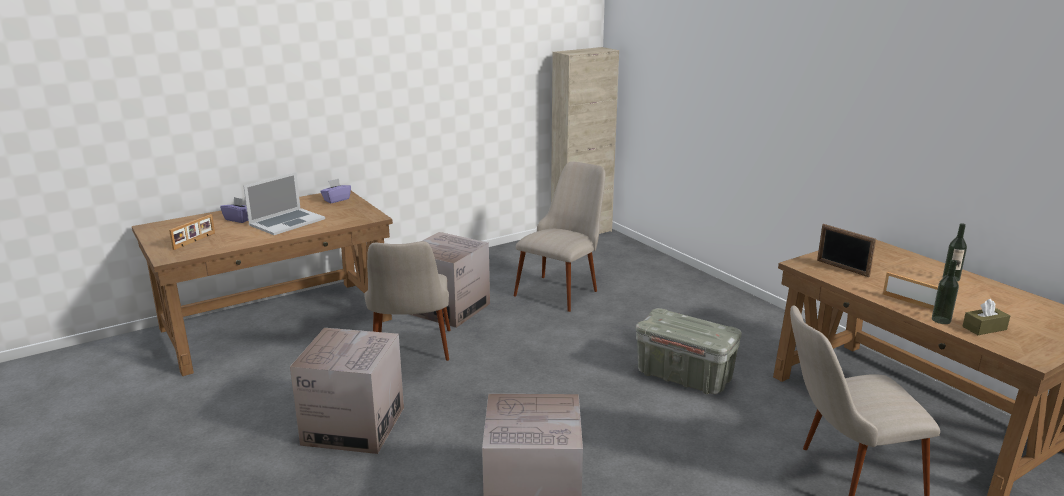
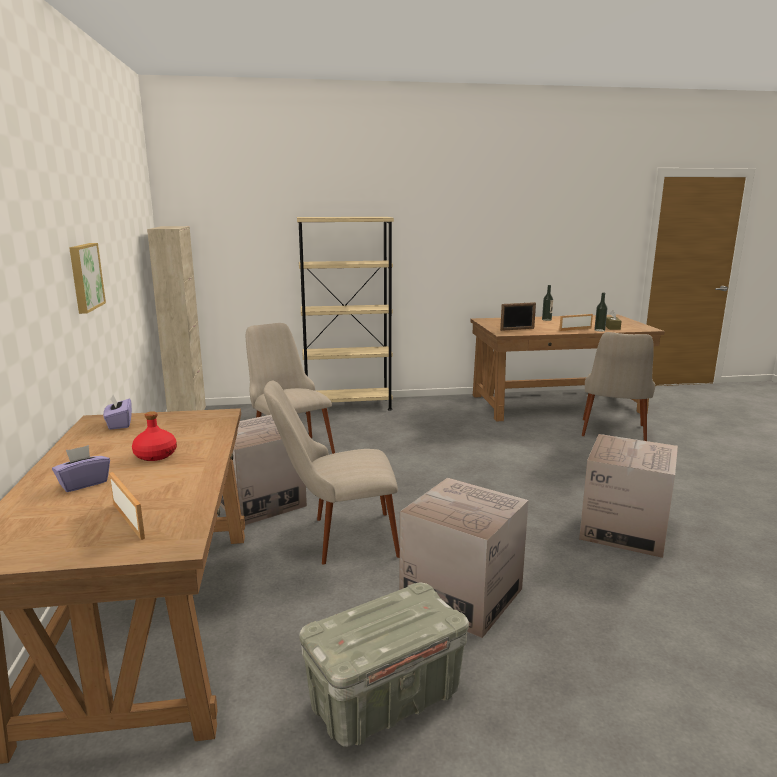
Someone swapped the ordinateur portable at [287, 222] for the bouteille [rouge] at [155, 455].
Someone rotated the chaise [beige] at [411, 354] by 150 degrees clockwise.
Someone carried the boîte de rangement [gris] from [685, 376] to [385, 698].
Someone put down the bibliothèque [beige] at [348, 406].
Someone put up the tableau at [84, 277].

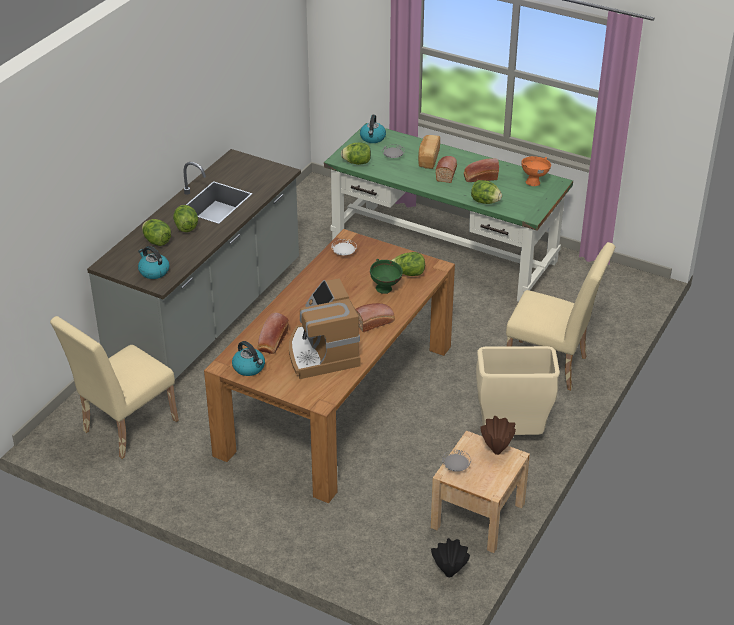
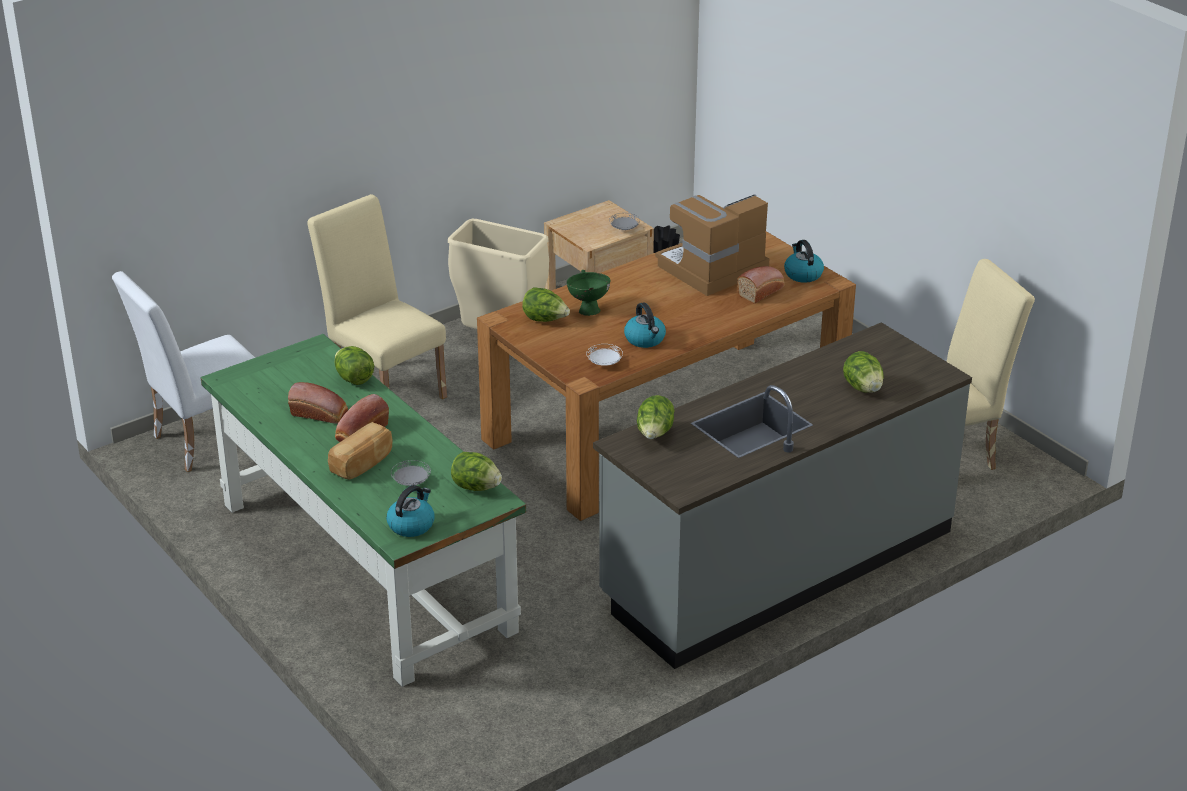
Someone took away the bol [orange] at [534, 182].
Someone carried the laitue from [186, 226] to [655, 435].
Someone carried the bouilloire from [153, 271] to [645, 339].
Someone rotated the machine à café at [321, 352] by 135 degrees counterclockwise.
Someone took away the pain at [375, 322].
Someone took away the vase [marron] at [497, 451].
Someone put down the chaise [blanc] at [204, 441].

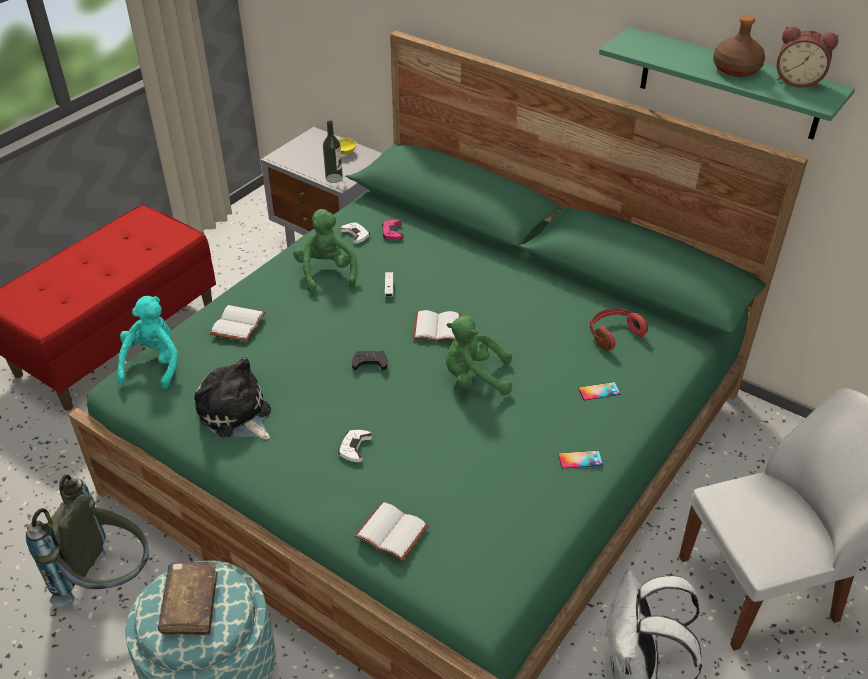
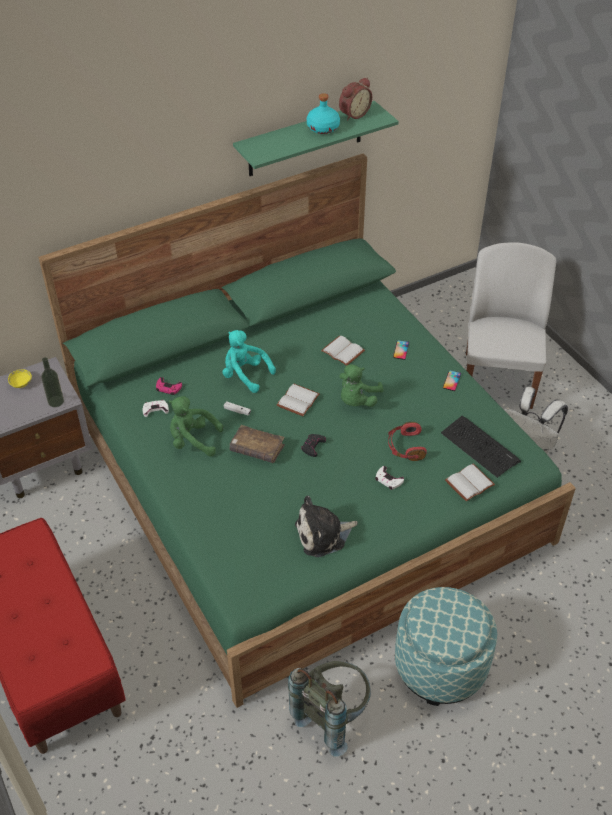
Someone repainted the bouteille [marron] at [735, 69], which became the bouteille [turquoise] at [323, 128].
Someone carried the peluche [turquoise] from [154, 363] to [245, 375].
Someone carried the livre [blanc] from [239, 325] to [344, 351].
Someone carried the casque audio [rouge] from [613, 334] to [405, 447].
Someone carried the livre [marron] from [190, 604] to [257, 449].
Someone put down the clavier at [480, 446].

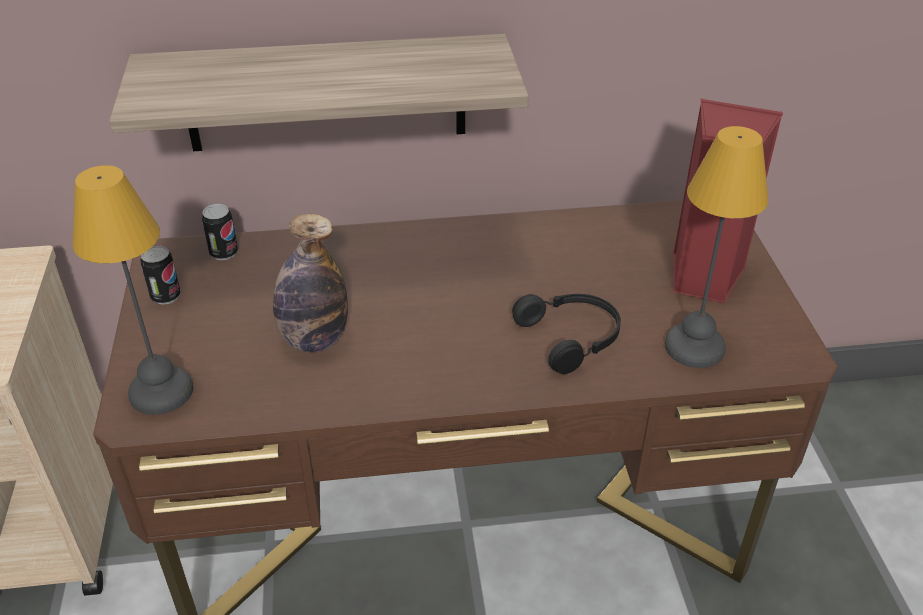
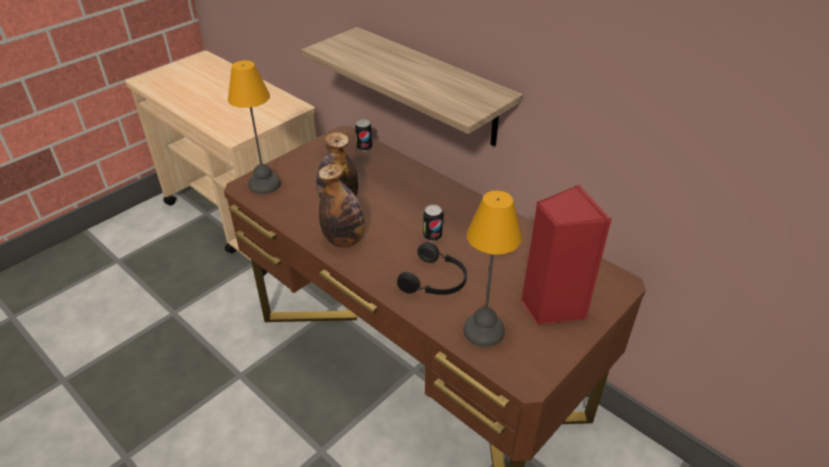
Someone carried the boîte métallique from [166, 296] to [432, 236].
Someone put down the bouteille at [344, 240].

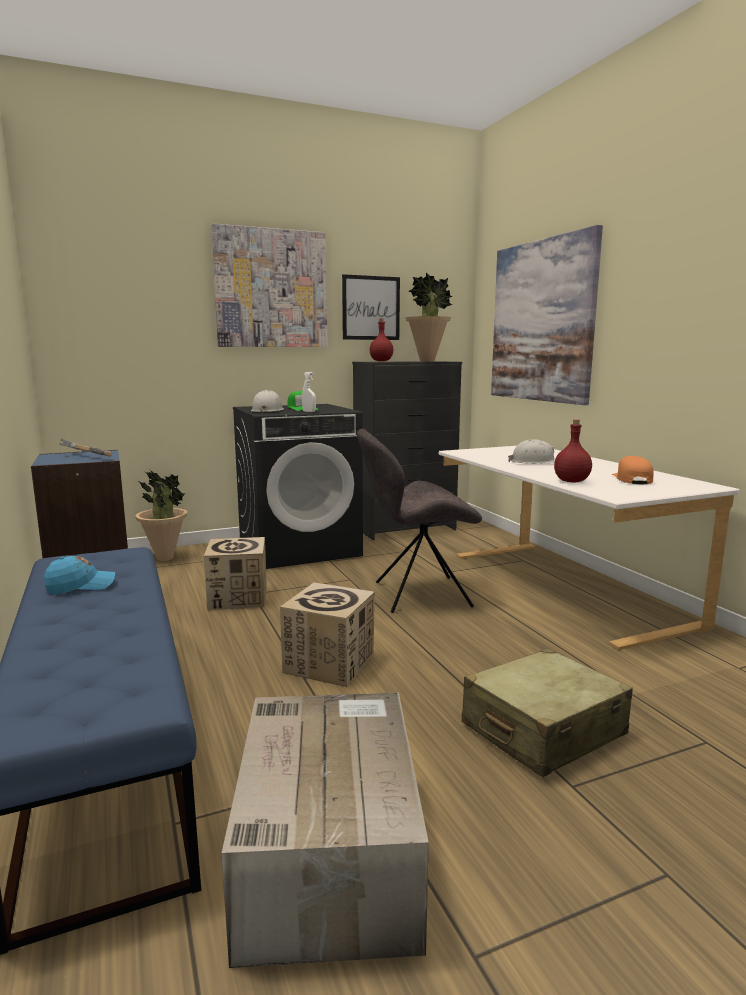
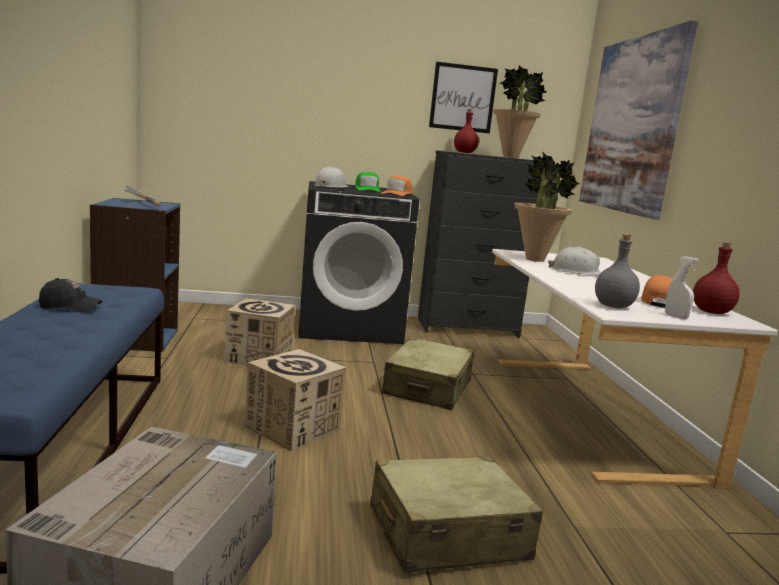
Someone took away the tableau at [271, 289].
Someone carried the vaporisateur [blanc] from [309, 411] to [676, 316].
Someone carried the bouteille [rouge] from [572, 481] to [712, 312].
Someone swapped the chaise [gris] at [417, 594] for the valise [beige] at [428, 388].
Someone carried the plante en pot from [165, 558] to [535, 260].
Someone repainted the casquette [bleu] at [81, 586], which became the casquette [noir] at [70, 307].
Someone put down the casquette [orange] at [397, 194].
Someone put down the bouteille [gris] at [613, 306].

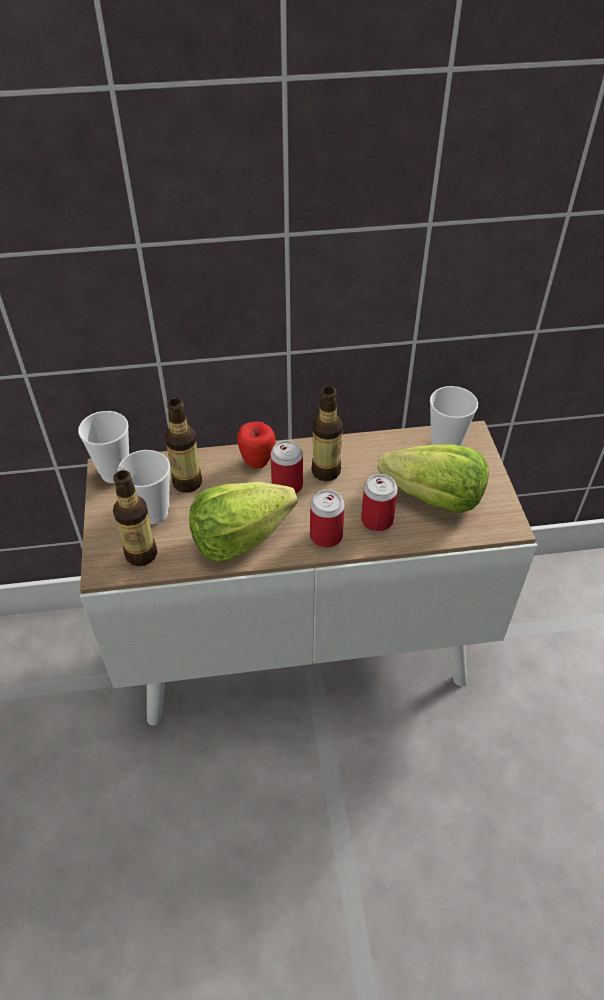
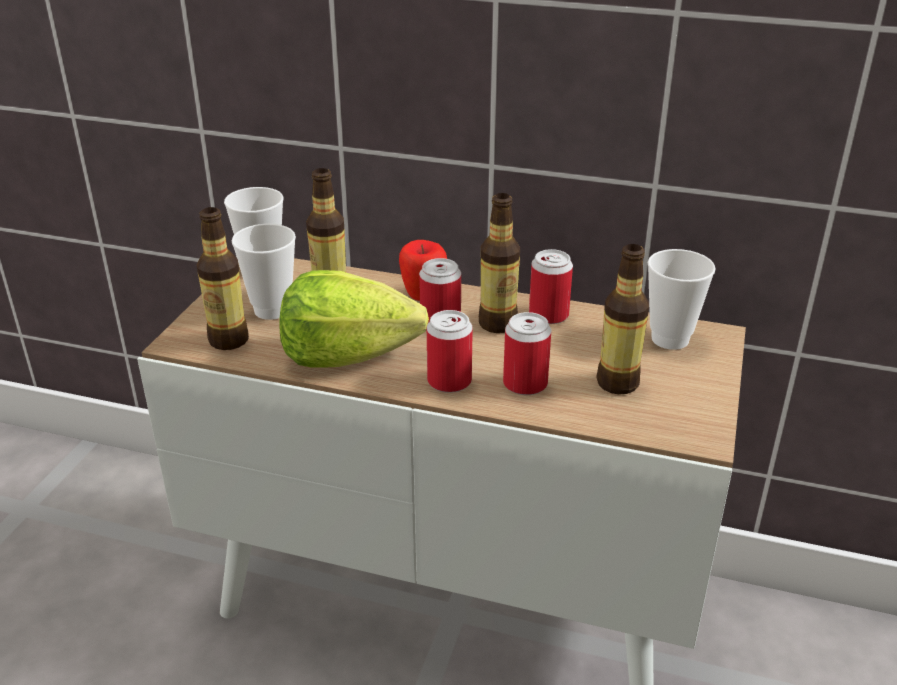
Someone swapped the laitue at [434, 498] for the bouteille at [617, 383].
Someone put down the boîte métallique at [548, 315].

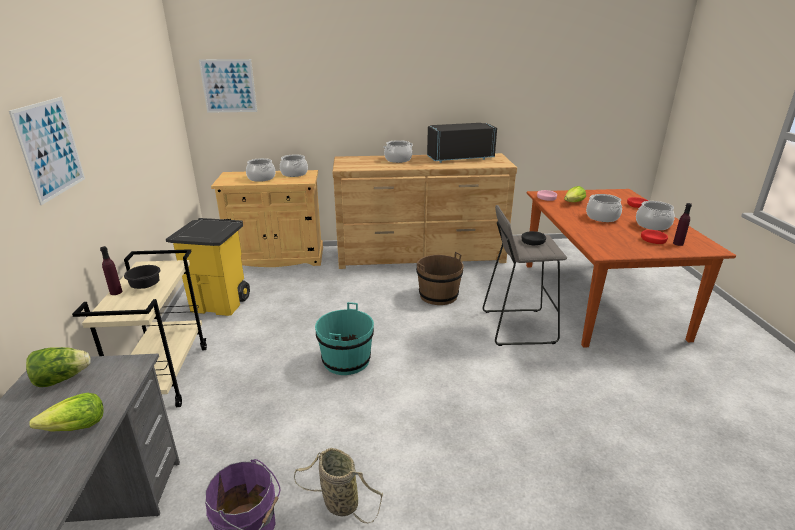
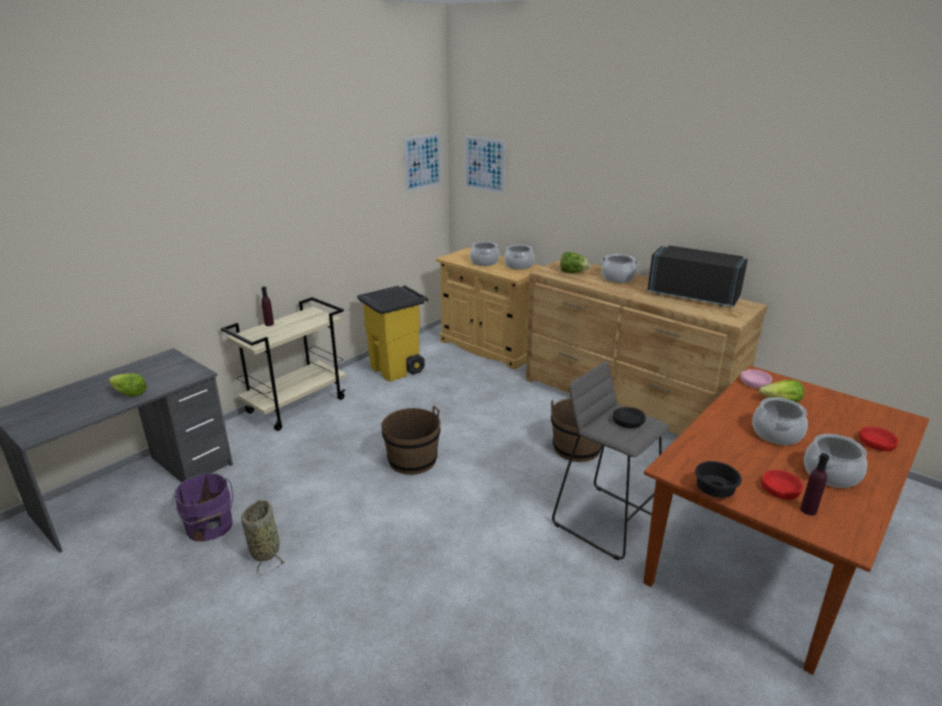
Someone carried the tableau from [50, 148] to [423, 162].
Someone carried the bol [noir] from [144, 286] to [713, 490].
Someone repainted the seau [turquoise] at [346, 360], which became the seau [marron] at [412, 460].
Someone carried the laitue from [62, 379] to [573, 272].

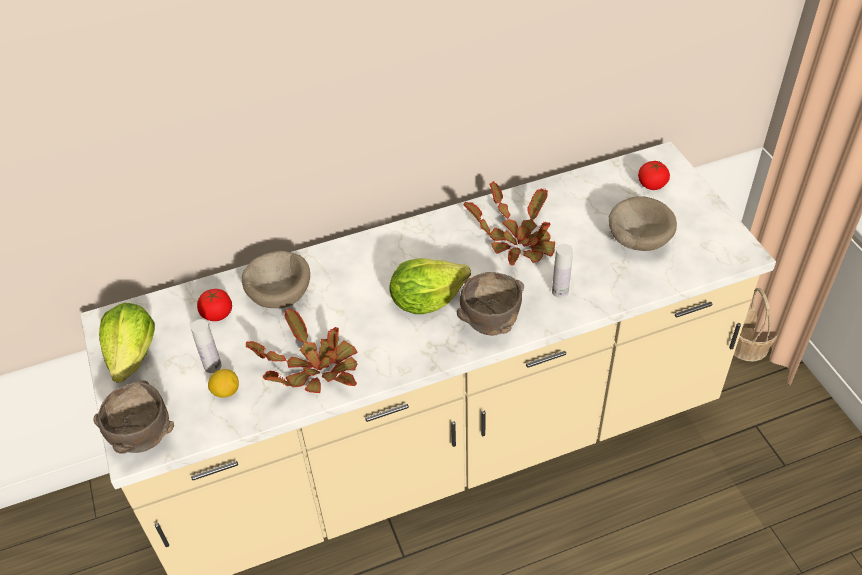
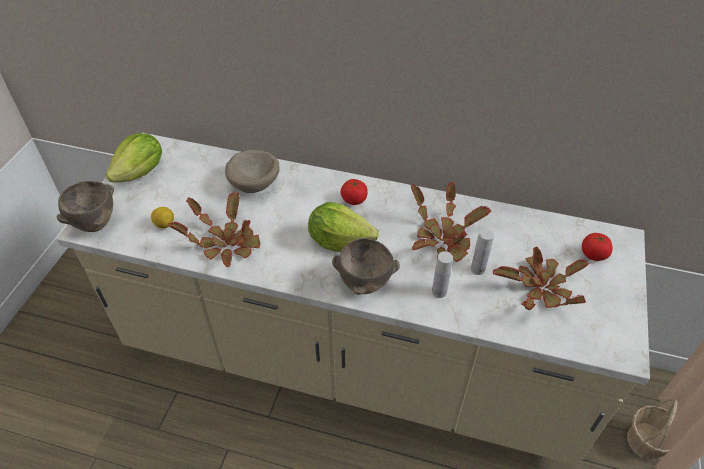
Someone swapped the bol [beige] at [638, 239] for the plante en pot at [540, 289].
Someone carried the tomate from [217, 314] to [354, 199].
Someone carried the bouteille [blanc] from [212, 366] to [477, 269].

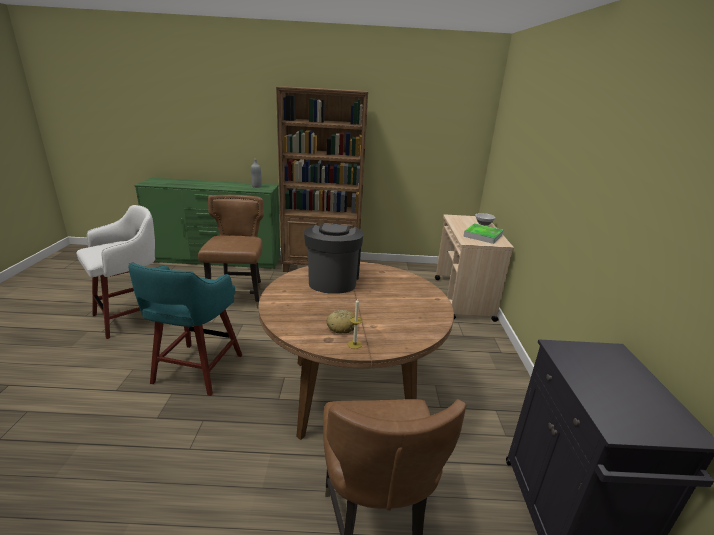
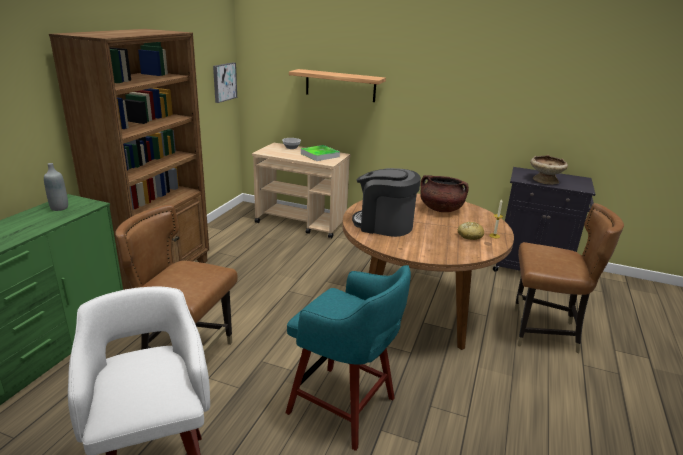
Someone put up the tableau at [224, 82].
Someone put up the étagère at [340, 85].
Someone put down the bol [beige] at [544, 180].
Someone put down the marmite [marron] at [441, 209].

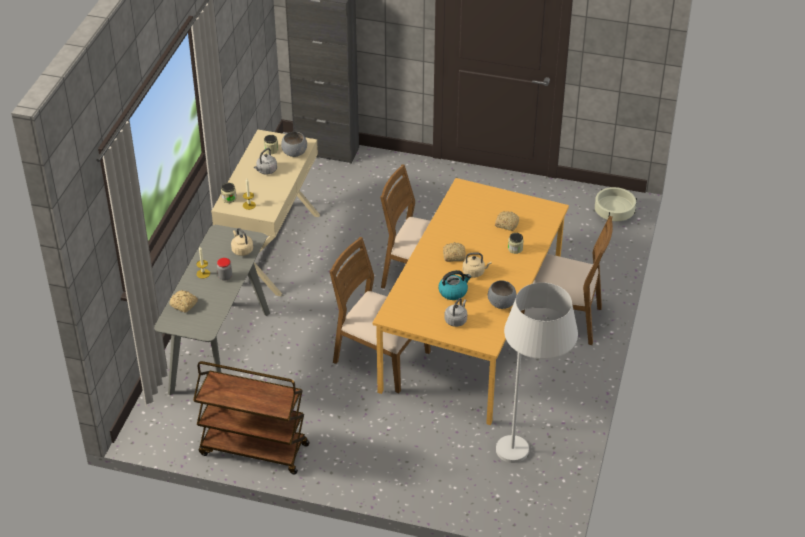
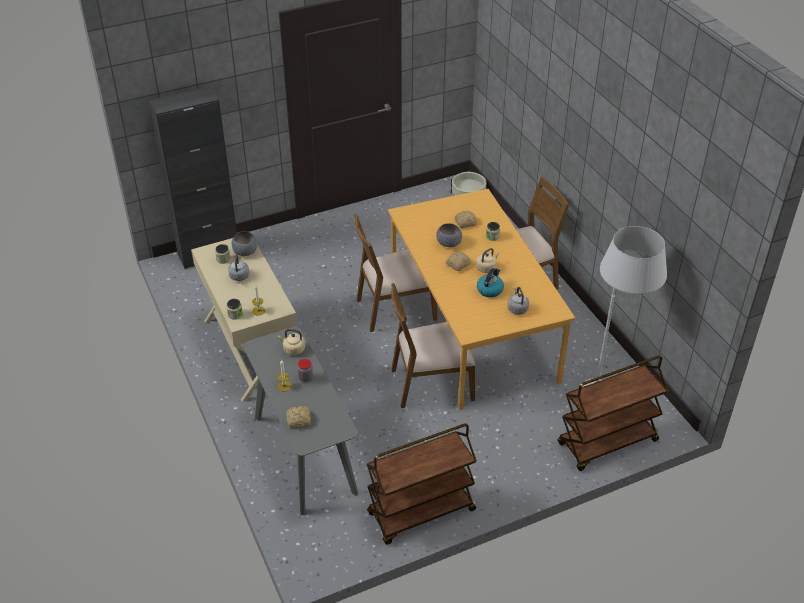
Someone carried the bol [gris] from [501, 303] to [449, 243].
Someone put down the chariot [marron] at [607, 443].

